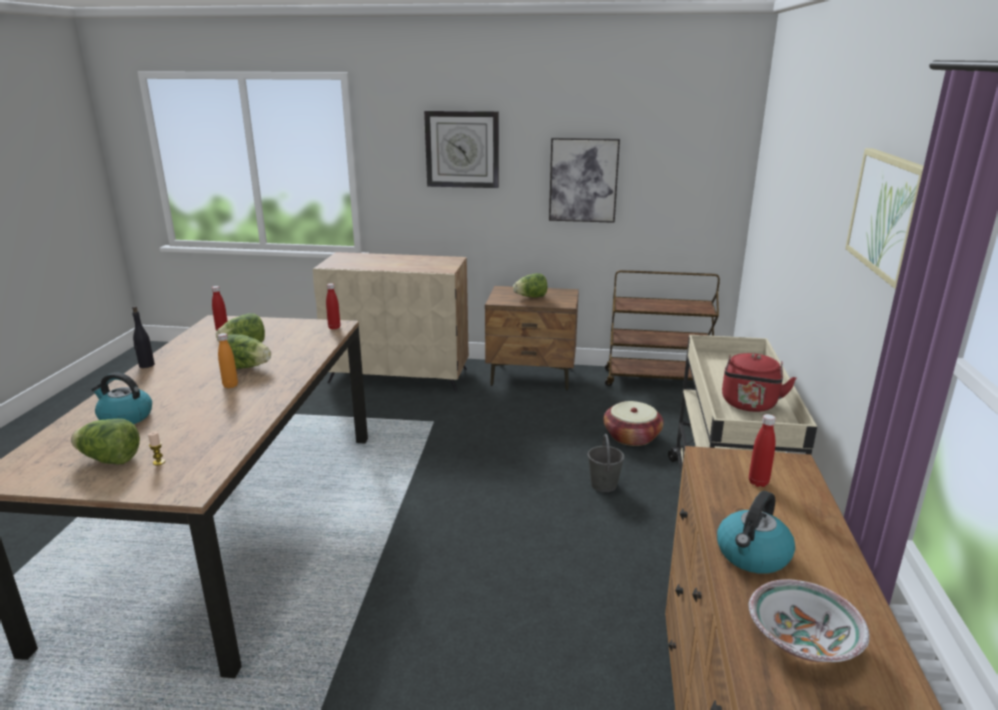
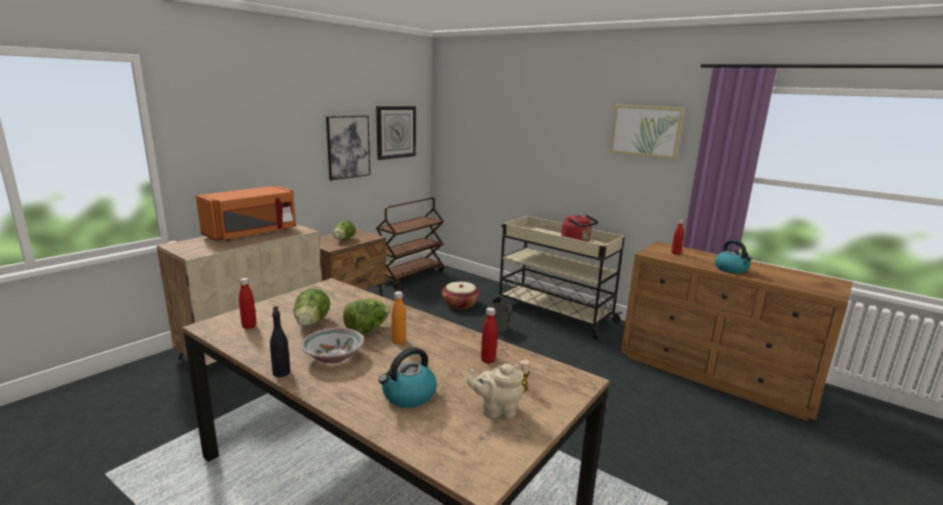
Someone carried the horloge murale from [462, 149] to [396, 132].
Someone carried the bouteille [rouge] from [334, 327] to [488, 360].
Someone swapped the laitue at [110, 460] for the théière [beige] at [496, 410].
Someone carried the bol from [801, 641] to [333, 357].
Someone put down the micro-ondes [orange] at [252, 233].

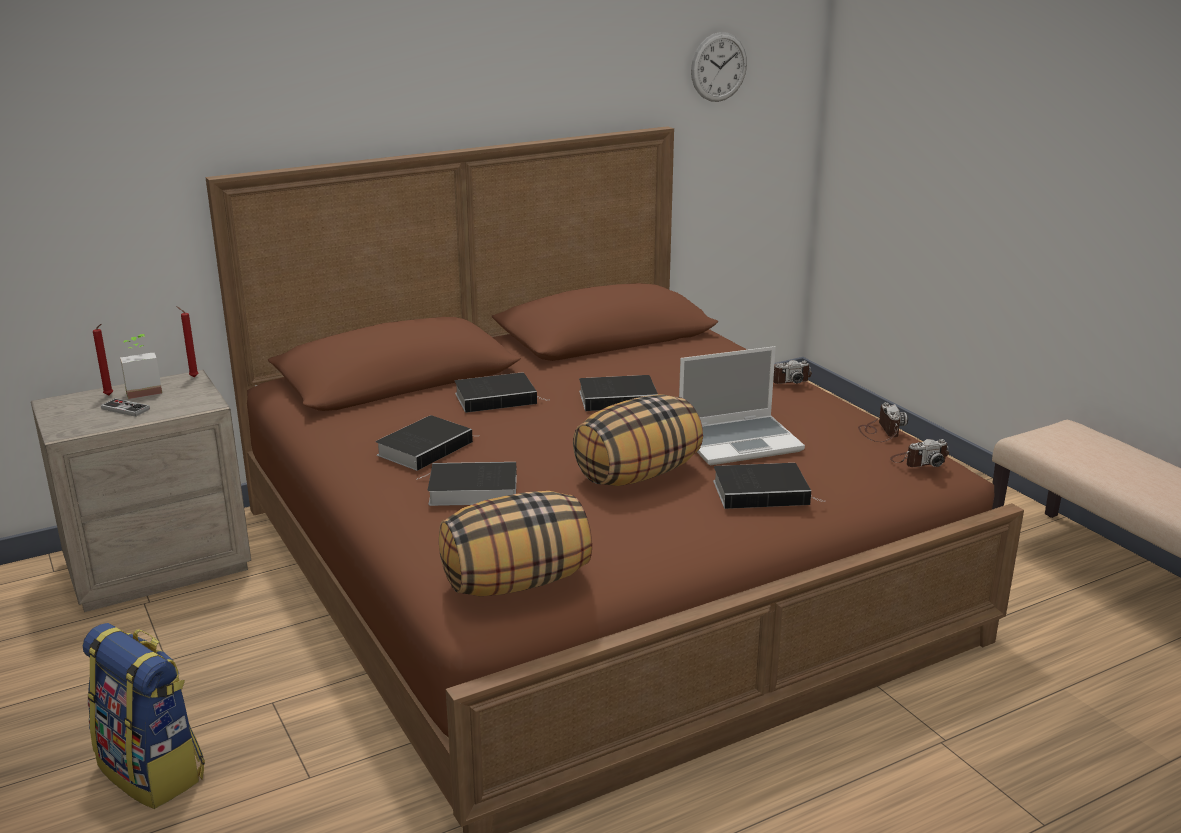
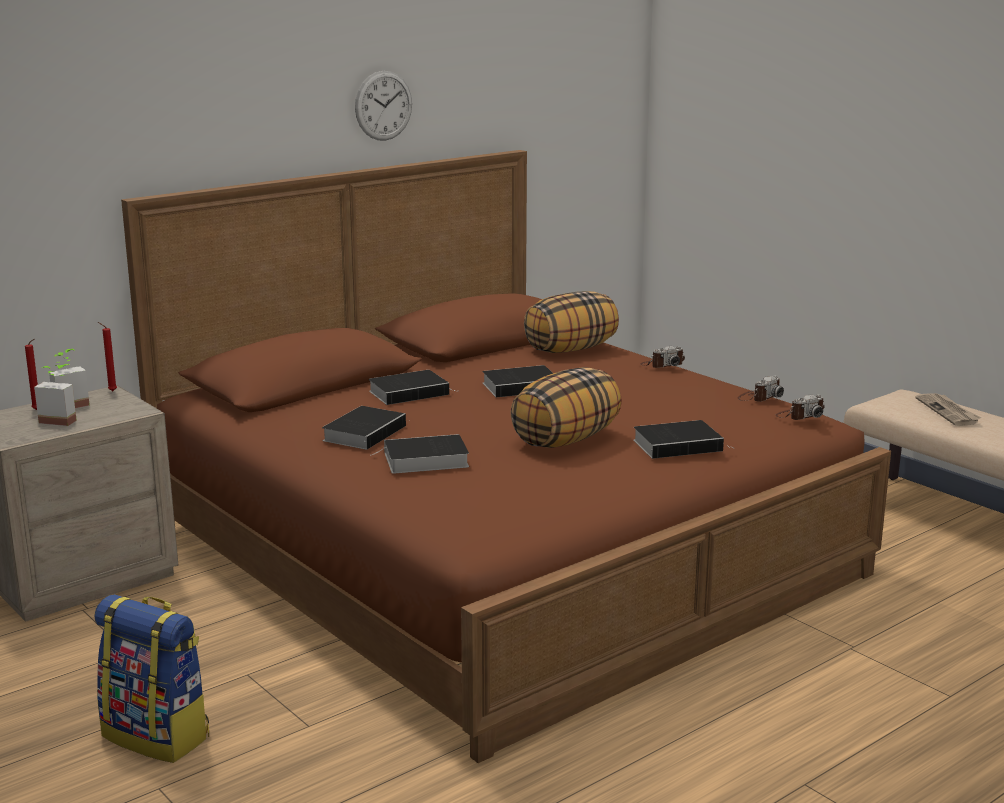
Someone carried the horloge murale from [719, 67] to [383, 105].
Someone took away the ordinateur portable at [740, 441].
Someone swapped the manette at [125, 409] for the plante en pot at [61, 419].
Someone rotated the appareil photo at [880, 432] by 60 degrees clockwise.
Someone carried the coussin from [517, 582] to [570, 349].
Someone put down the journal at [948, 411].

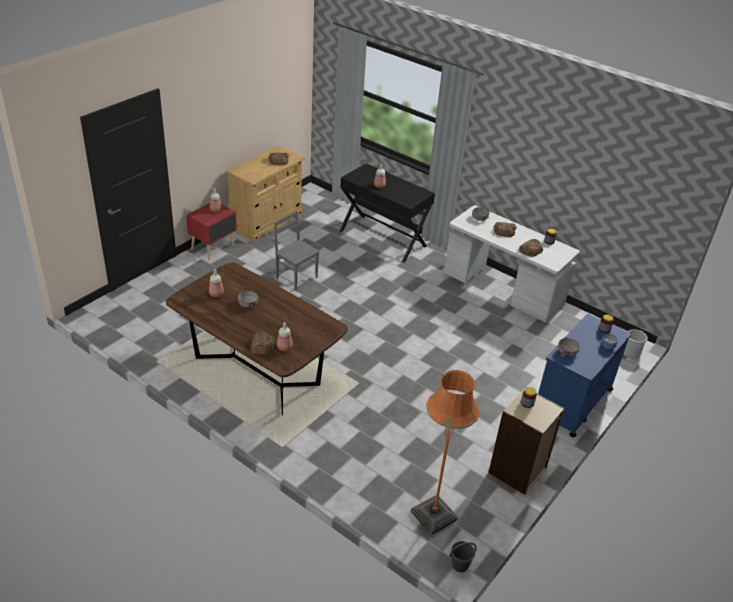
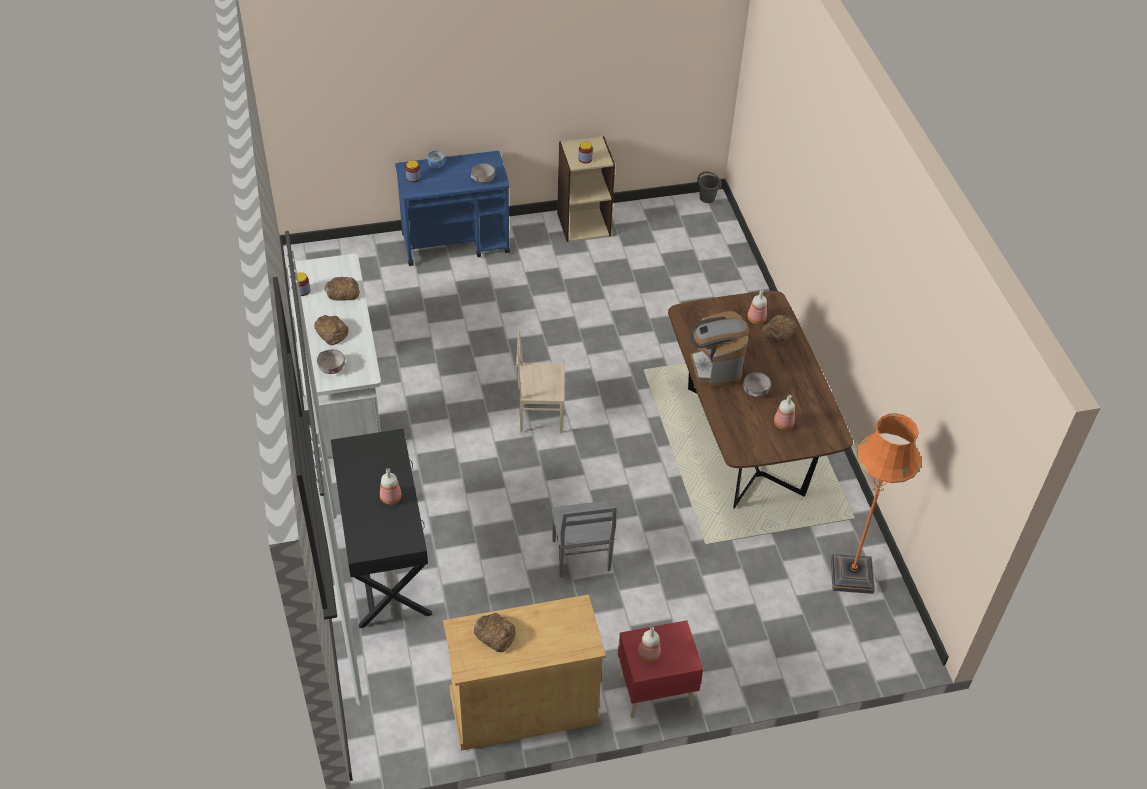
Someone took away the seau at [631, 353].
Someone carried the lampadaire [orange] from [433, 516] to [851, 575].
Someone put down the machine à café at [715, 367].
Someone put down the chaise [beige] at [540, 414].

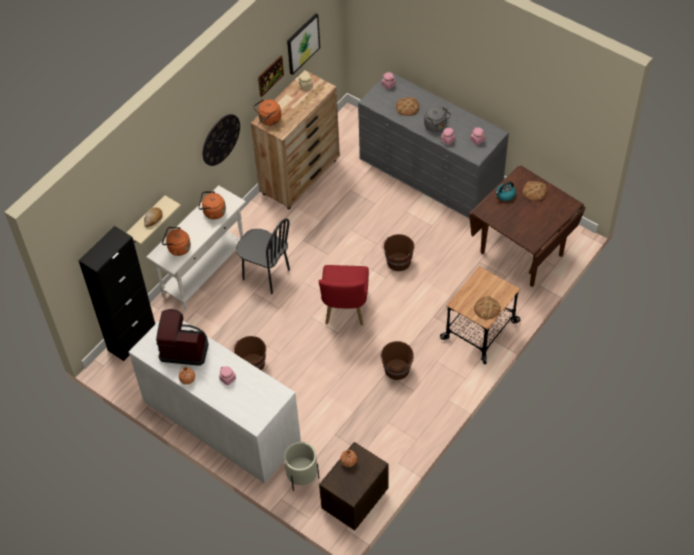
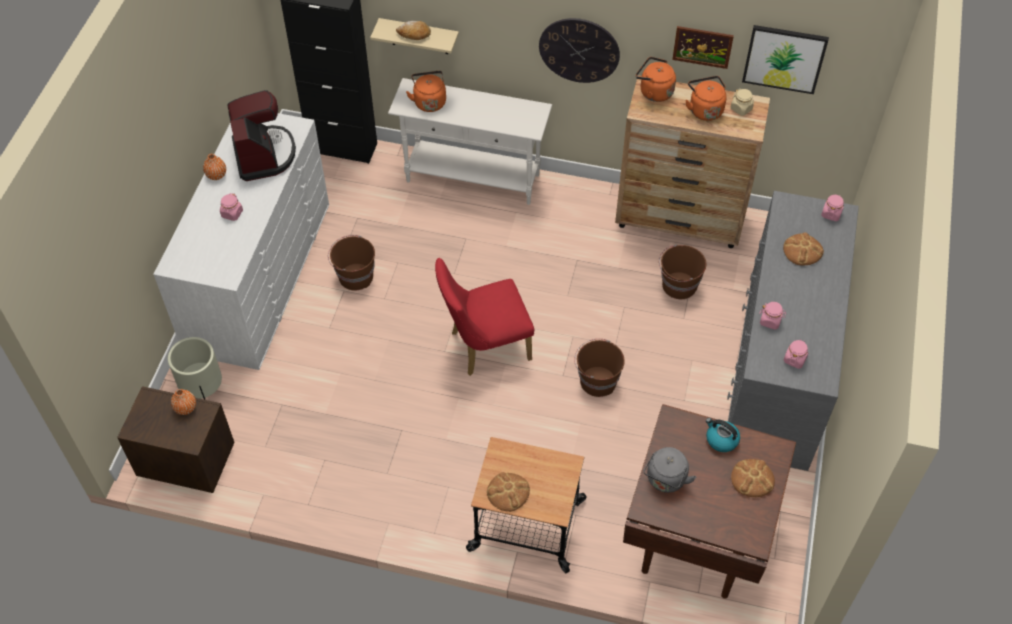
Someone carried the bouilloire [gris] from [436, 126] to [665, 480].
Someone carried the bouilloire [orange] from [213, 212] to [704, 109].
Someone took away the chaise [noir] at [266, 275].
Someone carried the seau [marron] from [397, 369] to [678, 286].

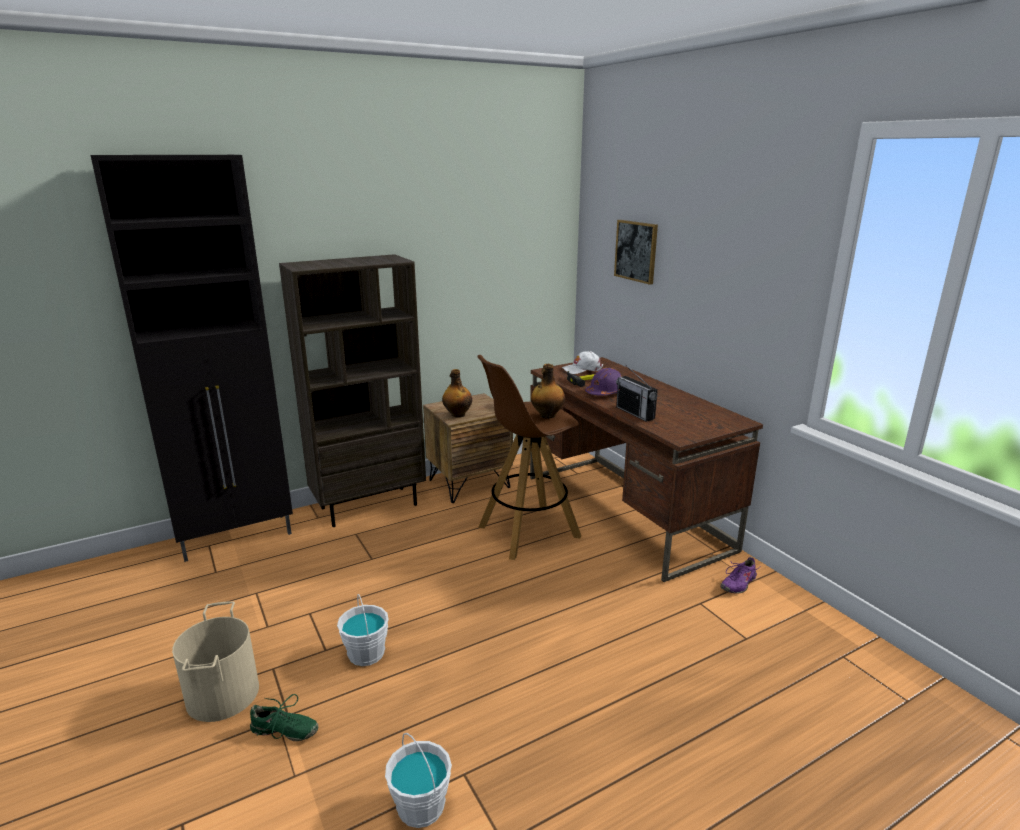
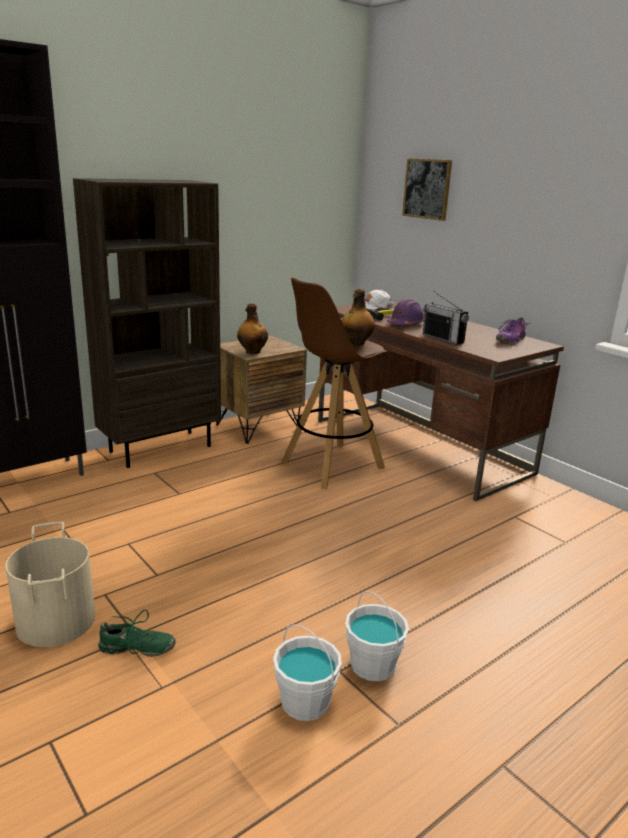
Someone carried the chaussure [violet] from [738, 583] to [510, 340].
Someone carried the seau [blanc] from [367, 653] to [373, 665].

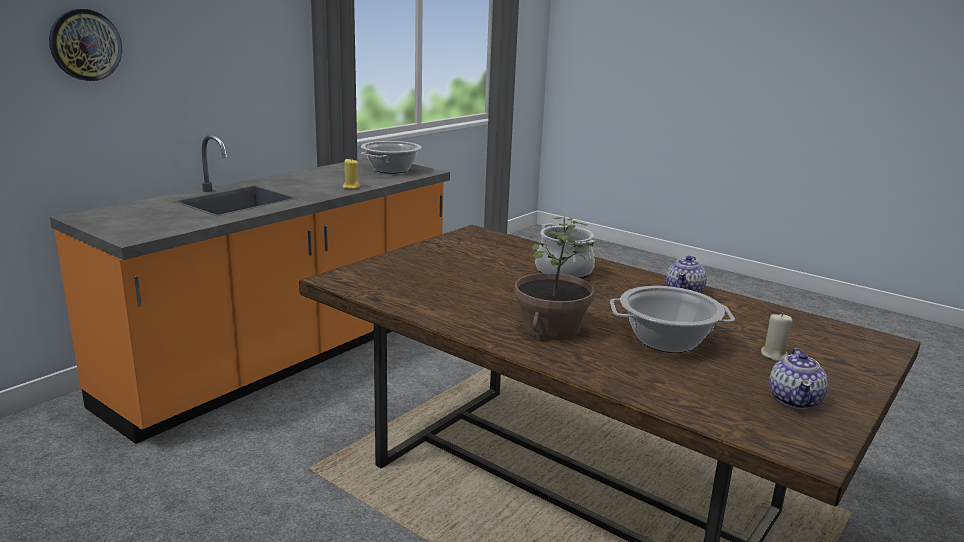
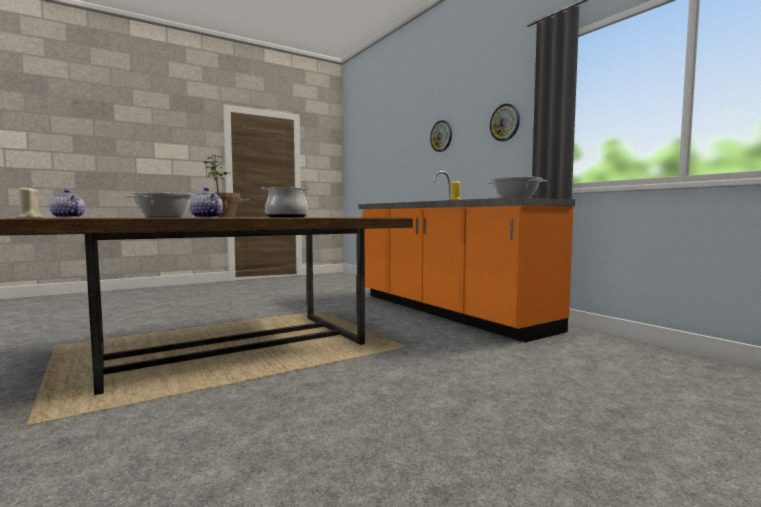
Someone carried the bougie [beige] from [774, 355] to [29, 217].
Someone put up the horloge murale at [505, 122].

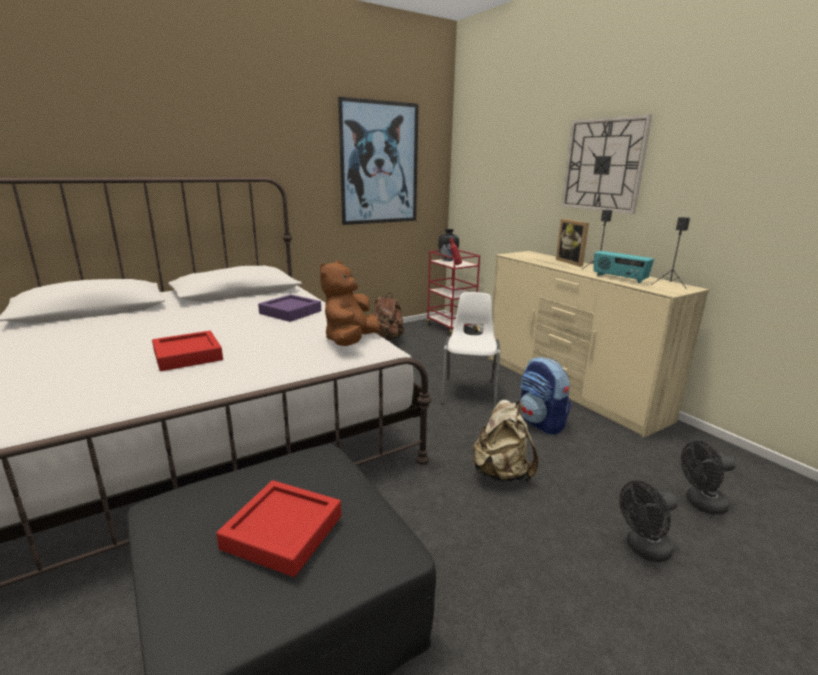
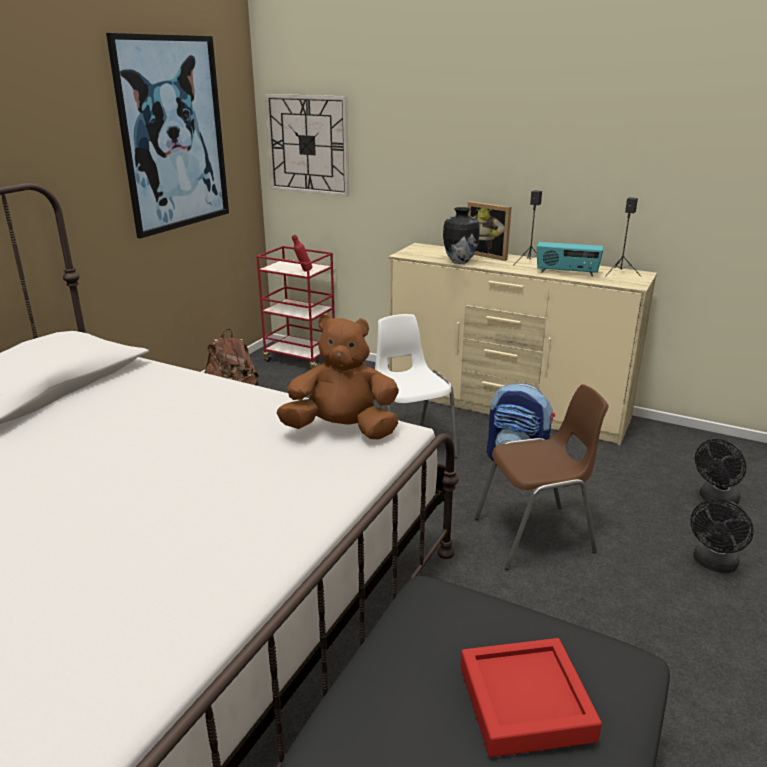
Someone carried the horloge murale from [603, 165] to [308, 145].
Someone carried the vase from [447, 260] to [459, 262].
Someone rotated the peluche [marron] at [350, 341] by 105 degrees clockwise.
Someone took away the plateau [violet] at [290, 312].
Someone took away the plateau [rouge] at [188, 356].
Someone swapped the sac à dos [beige] at [501, 473] for the chaise [marron] at [535, 536].

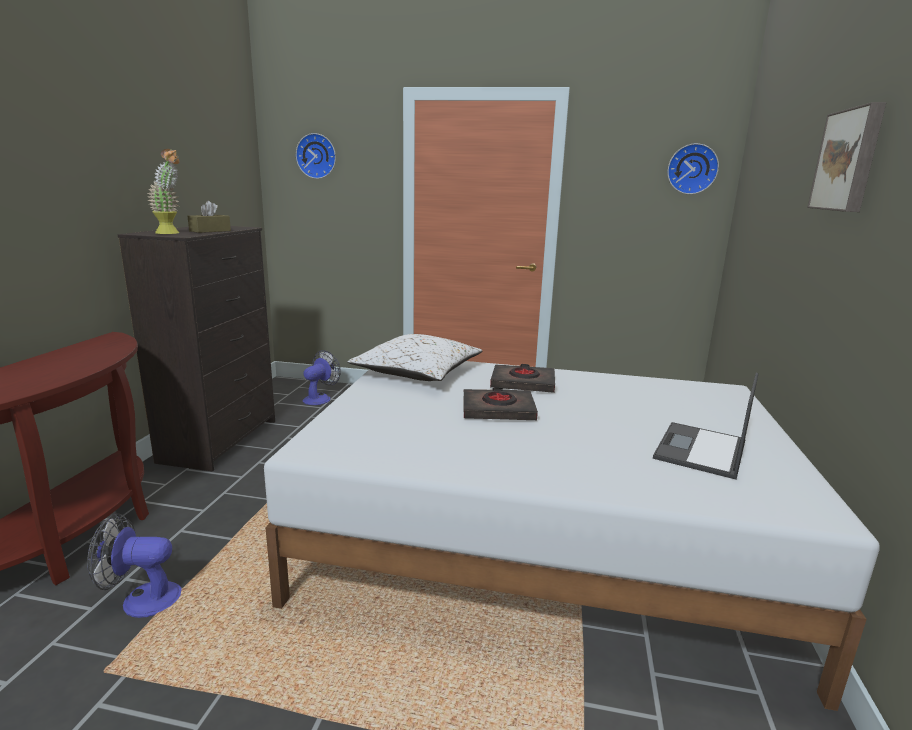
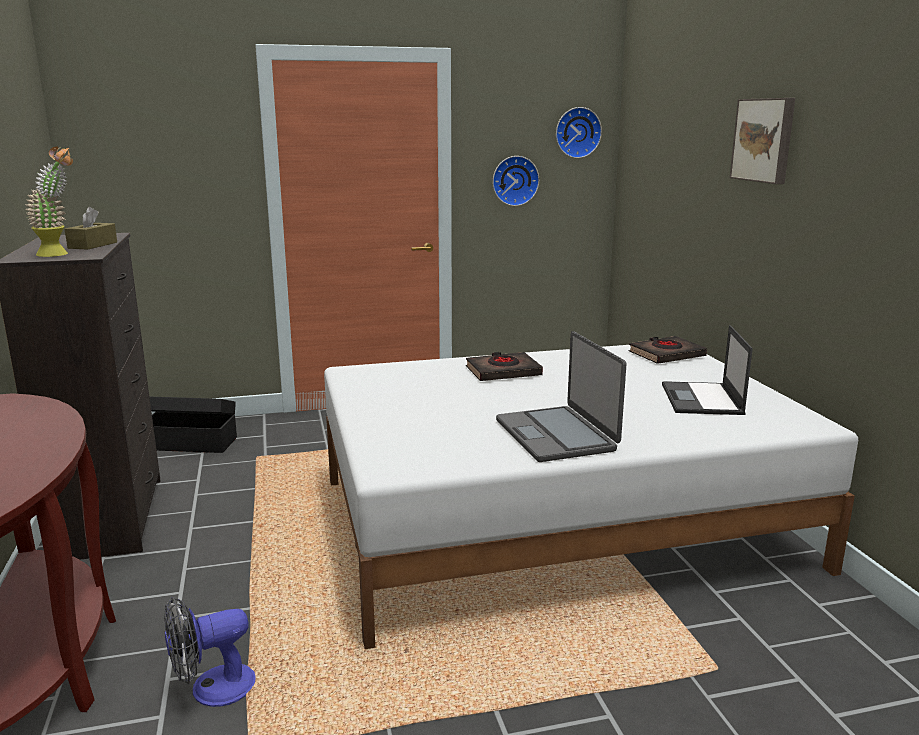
Someone carried the horloge murale from [317, 156] to [514, 180].
Someone took away the coussin [blanc] at [418, 373].
Someone swapped the ventilateur at [320, 398] for the boîte de rangement [noir] at [190, 443].
Someone carried the livre [noir] from [498, 410] to [666, 355].
Someone put down the ordinateur portable at [556, 435].

